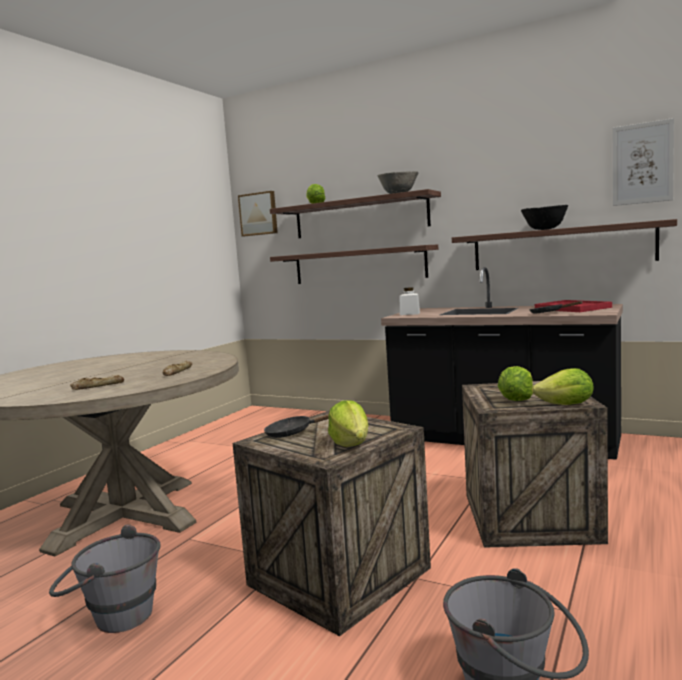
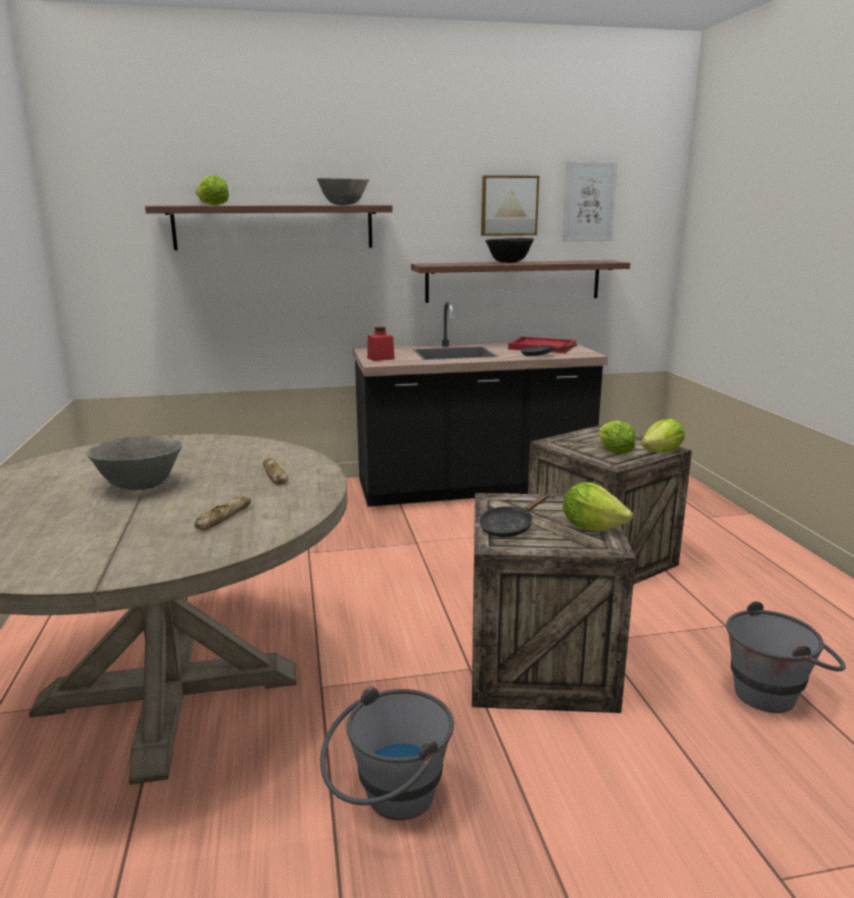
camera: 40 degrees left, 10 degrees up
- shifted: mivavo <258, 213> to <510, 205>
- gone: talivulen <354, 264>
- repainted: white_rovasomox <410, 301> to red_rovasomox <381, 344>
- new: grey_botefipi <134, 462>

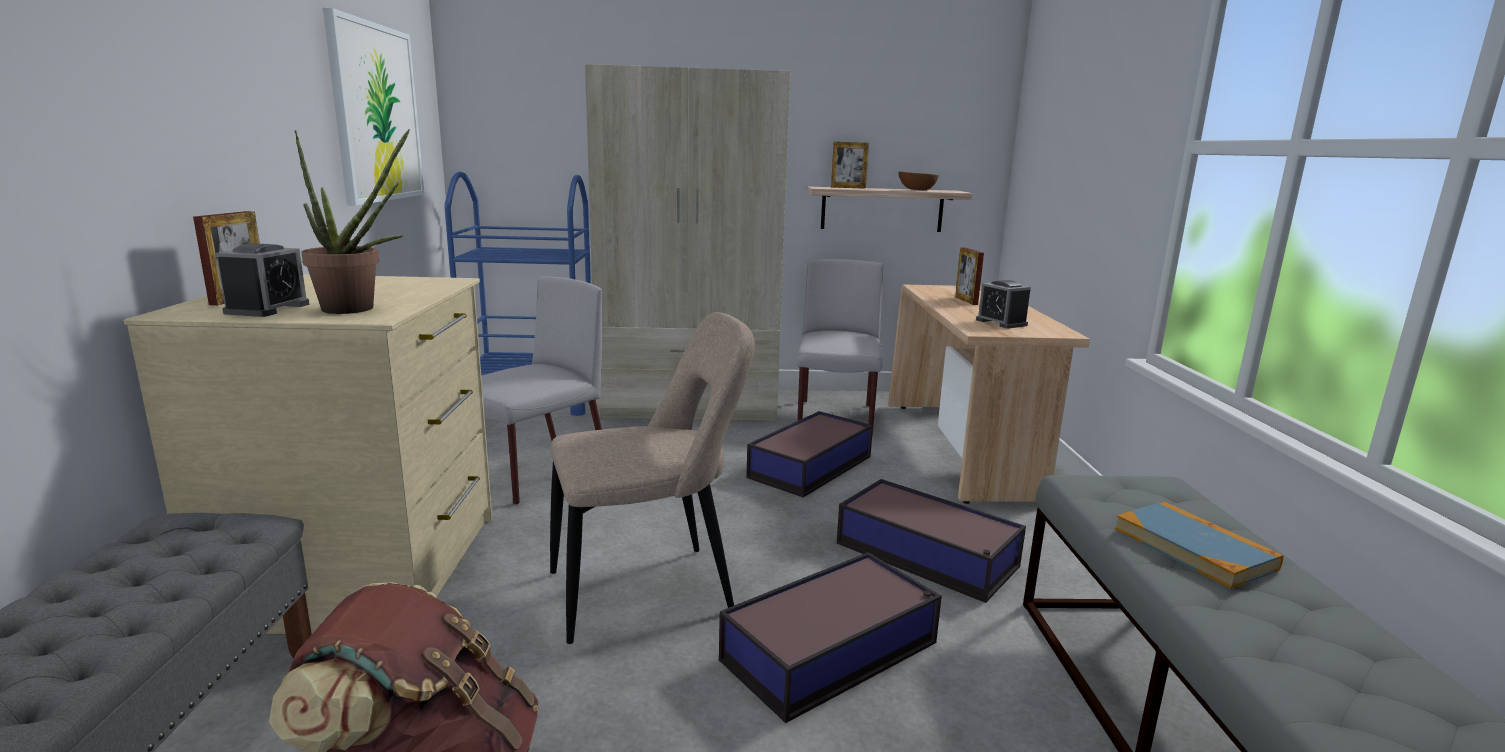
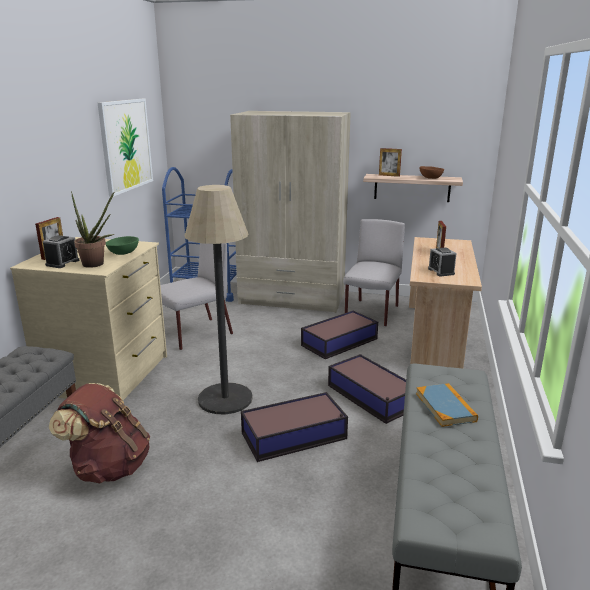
camera: 15 degrees right, 5 degrees up
- swapped: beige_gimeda <652, 478> to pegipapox <219, 299>
- new: green_botefipi <122, 245>

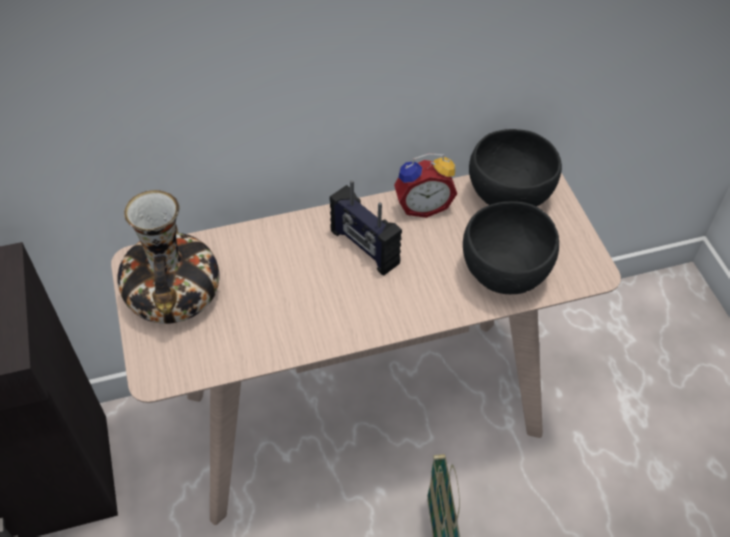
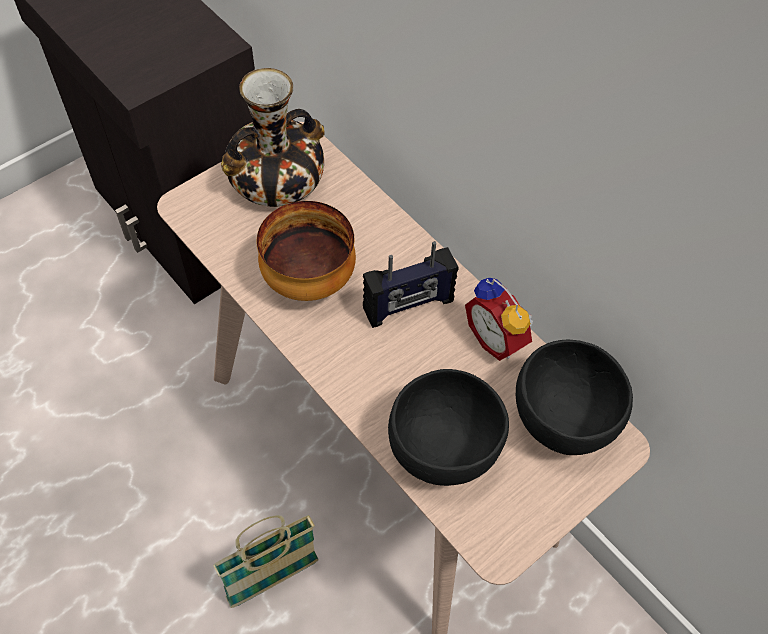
camera: 65 degrees right, 5 degrees up
- rotated: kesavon <366, 228> = <411, 284> 135 degrees counterclockwise
- new: botefipi <306, 251>

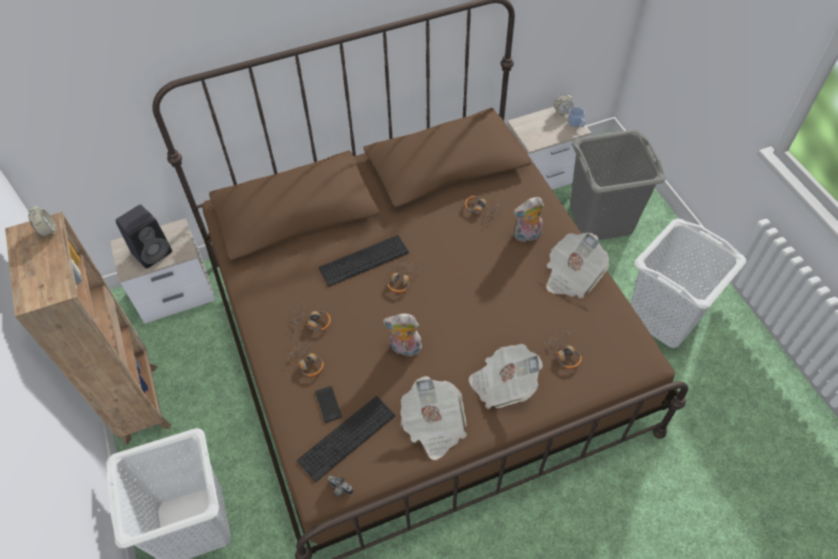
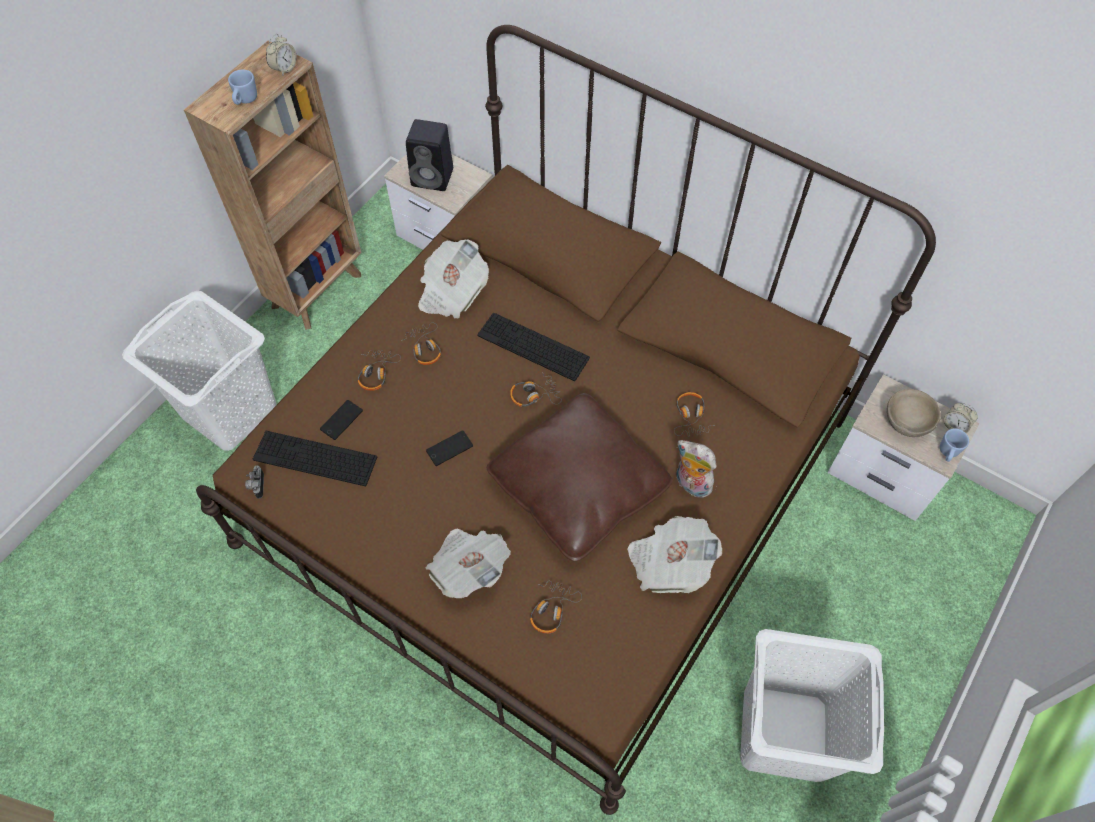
camera: 55 degrees right, 5 degrees up
- gone: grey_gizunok <618, 184>
- swapped: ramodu <402, 336> to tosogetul <449, 448>
- shifted: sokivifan <434, 418> to <453, 278>
- new: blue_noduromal <242, 87>
- new: beige_botefipi <914, 413>
- new: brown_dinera <580, 477>

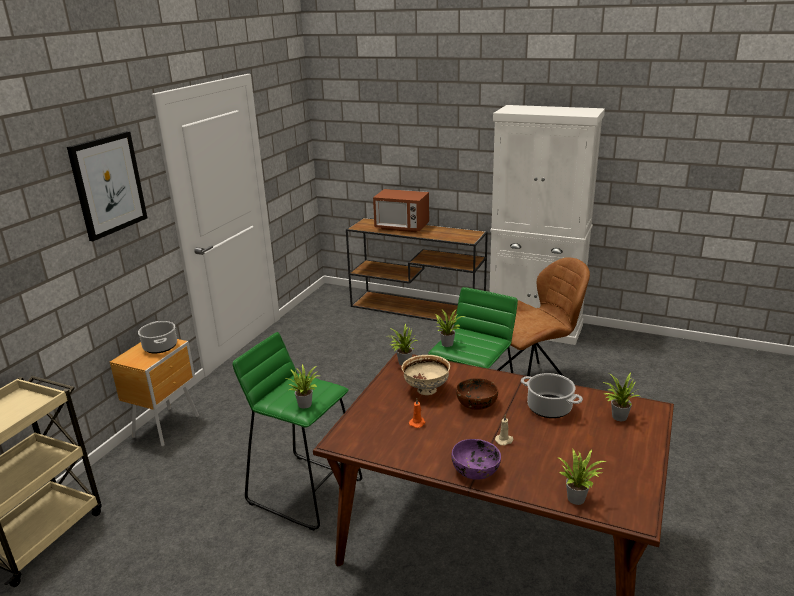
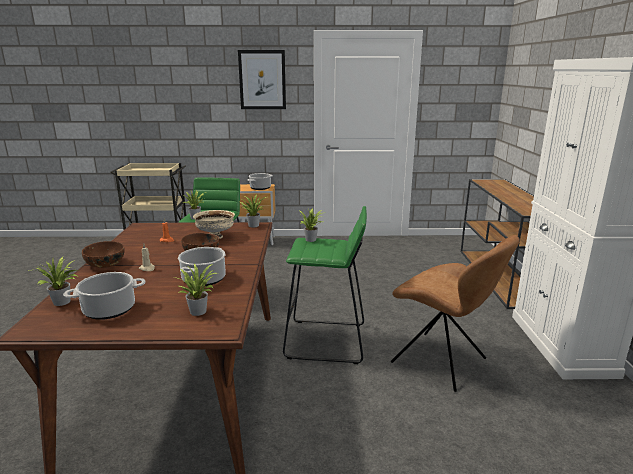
camera: 65 degrees right, 5 degrees down
- gone: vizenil <401, 210>
- repainted: purple_botefipi <476, 459> to brown_botefipi <103, 254>
- new: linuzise <104, 296>

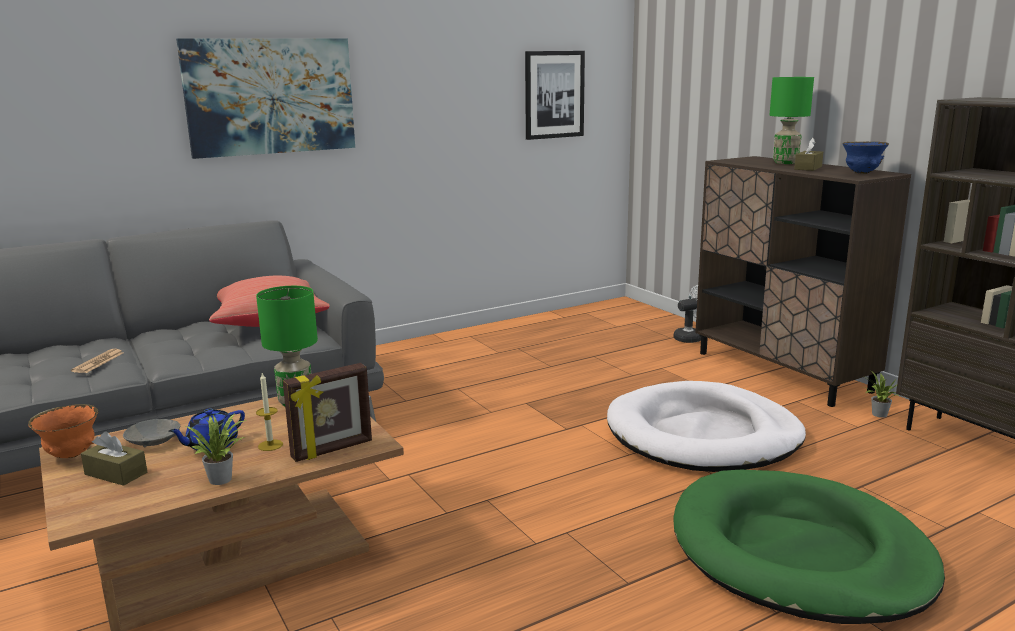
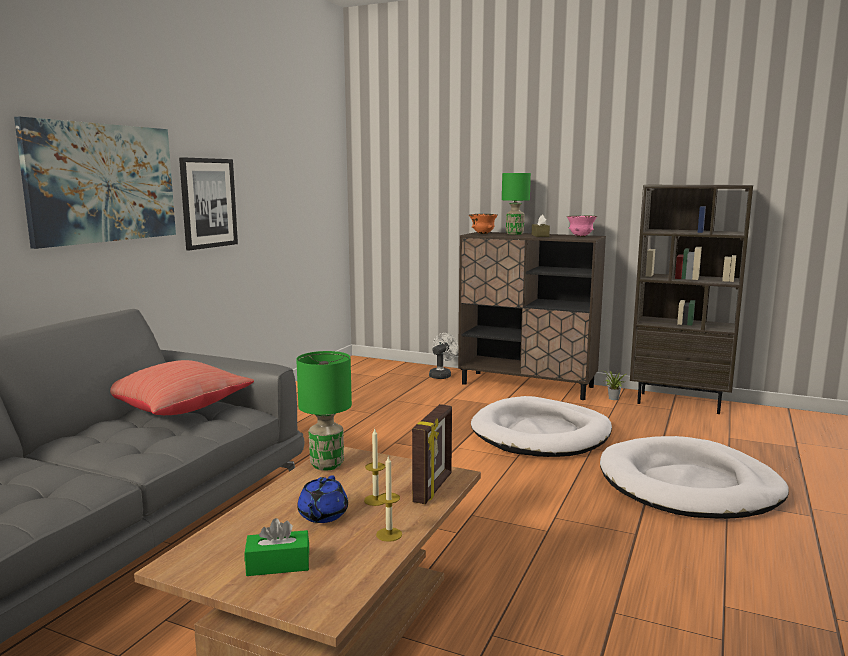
camera: 35 degrees left, 5 degrees down
- shifted: mivavo <555, 95> to <208, 203>
- repainted: blue_botefipi <865, 157> to pink_botefipi <582, 226>
- gone: sokivifan <97, 361>
- shifted: orange_botefipi <63, 431> to <483, 224>
- swapped: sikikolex <216, 449> to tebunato <389, 499>
- gone: grey_botefipi <151, 433>
- repainted: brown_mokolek <114, 458> to green_mokolek <277, 547>
- repainted: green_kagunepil <809, 547> to white_kagunepil <694, 477>

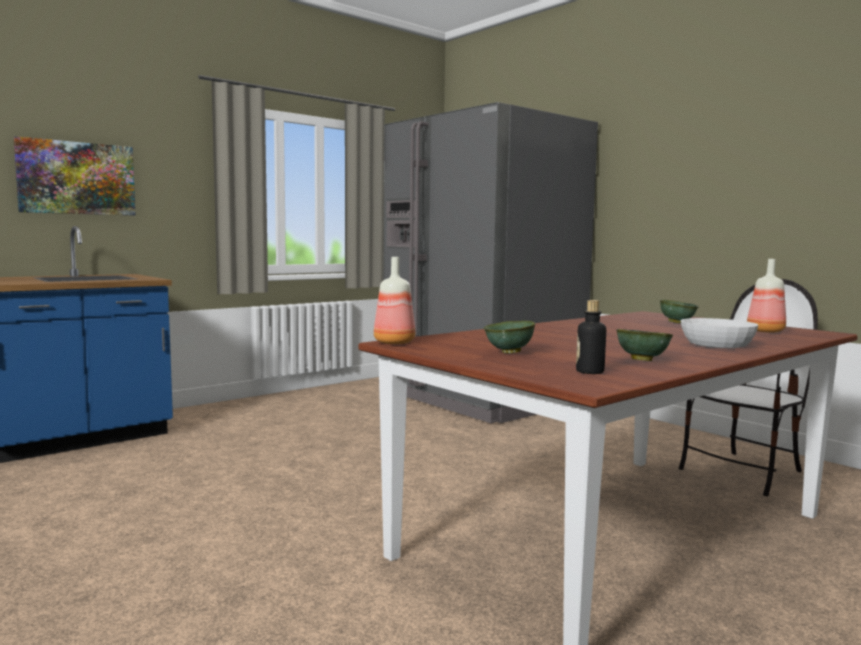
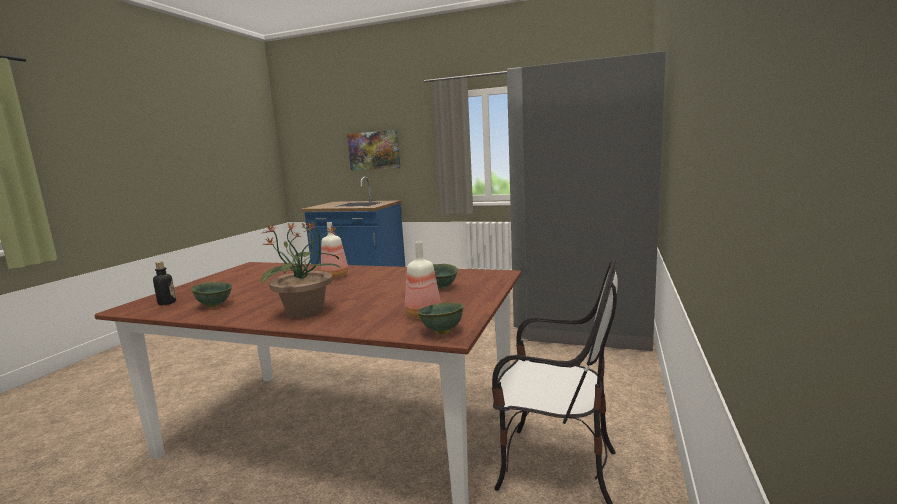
camera: 60 degrees right, 5 degrees up
- shifted: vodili <394, 300> to <335, 250>
- swapped: white_botefipi <719, 333> to sikikolex <300, 269>
- shifted: green_botefipi <509, 337> to <441, 318>

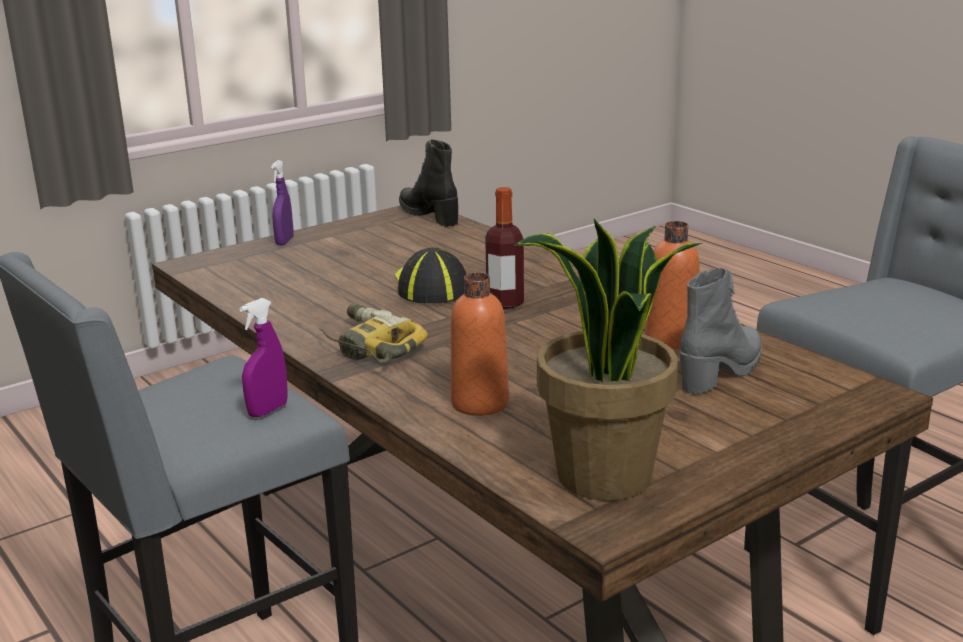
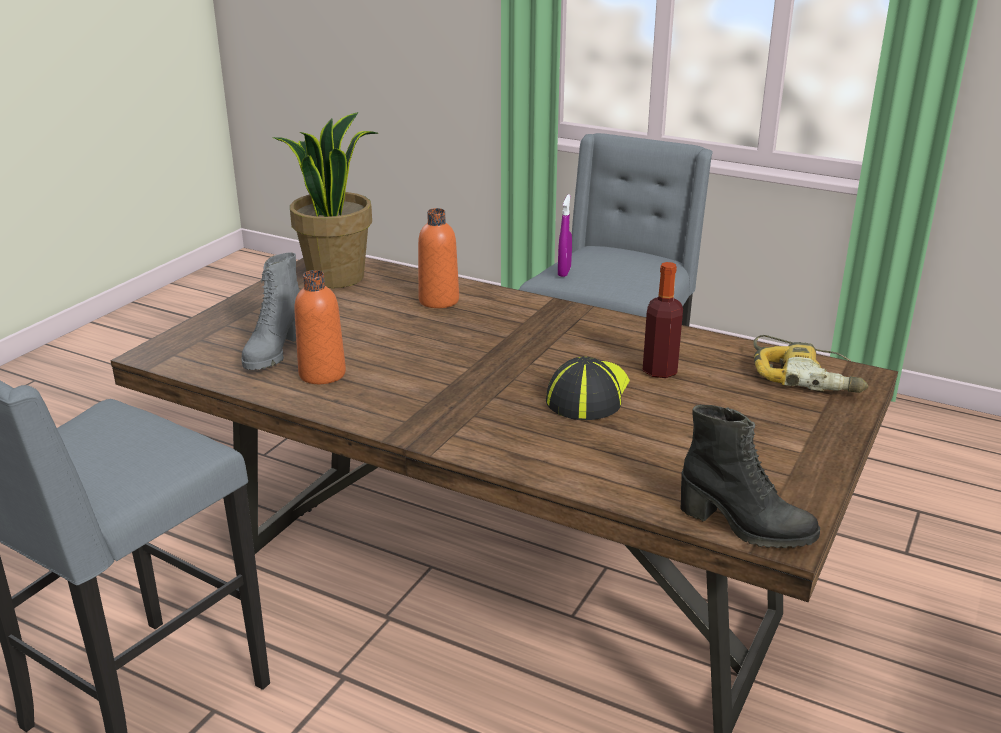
camera: 155 degrees right, 5 degrees up
- gone: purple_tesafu <282, 202>
- shifted: vodili <504, 248> to <663, 320>
- rotated: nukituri <431, 275> = <588, 388> 120 degrees counterclockwise
- shifted: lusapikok <373, 334> to <811, 364>

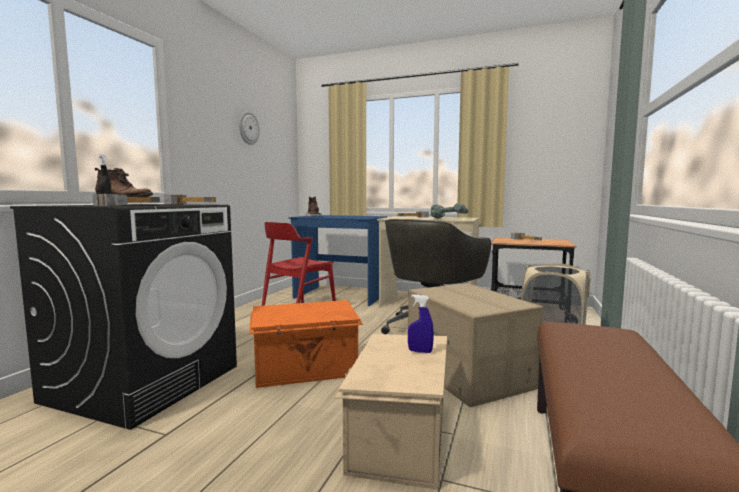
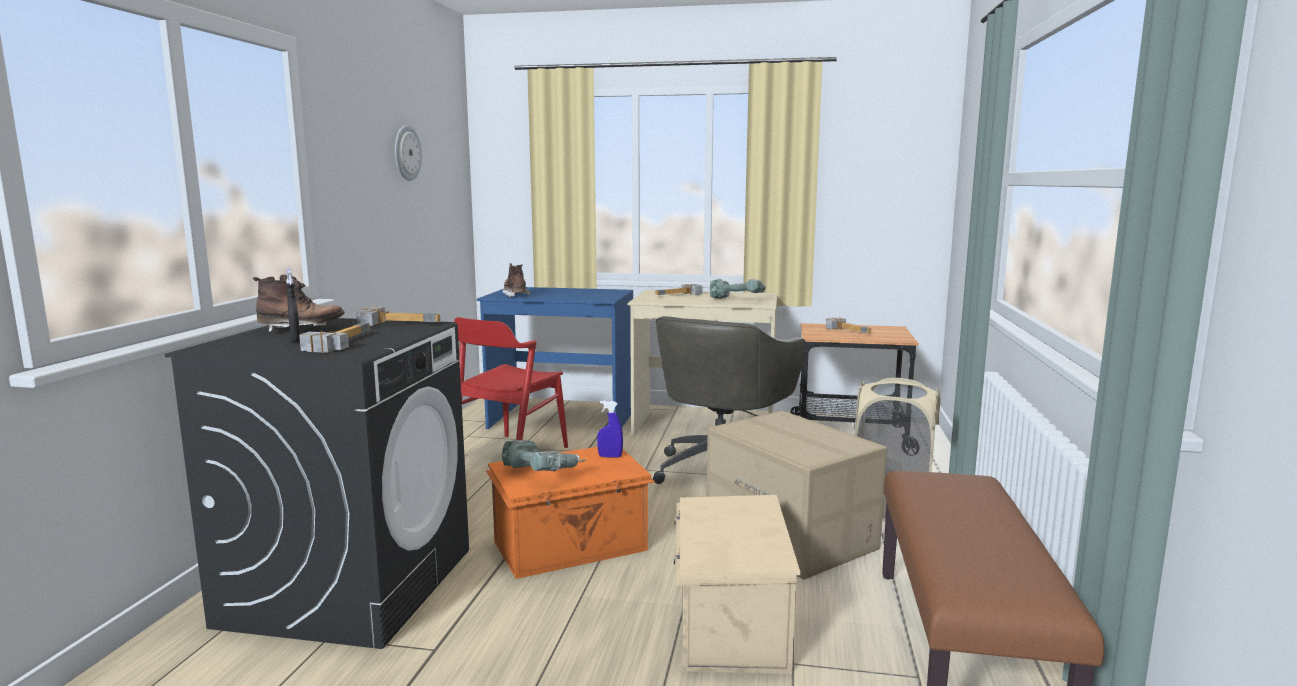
camera: 10 degrees left, 5 degrees up
- shifted: blue_tesafu <421, 323> to <610, 429>
- new: lusapikok <544, 455>

